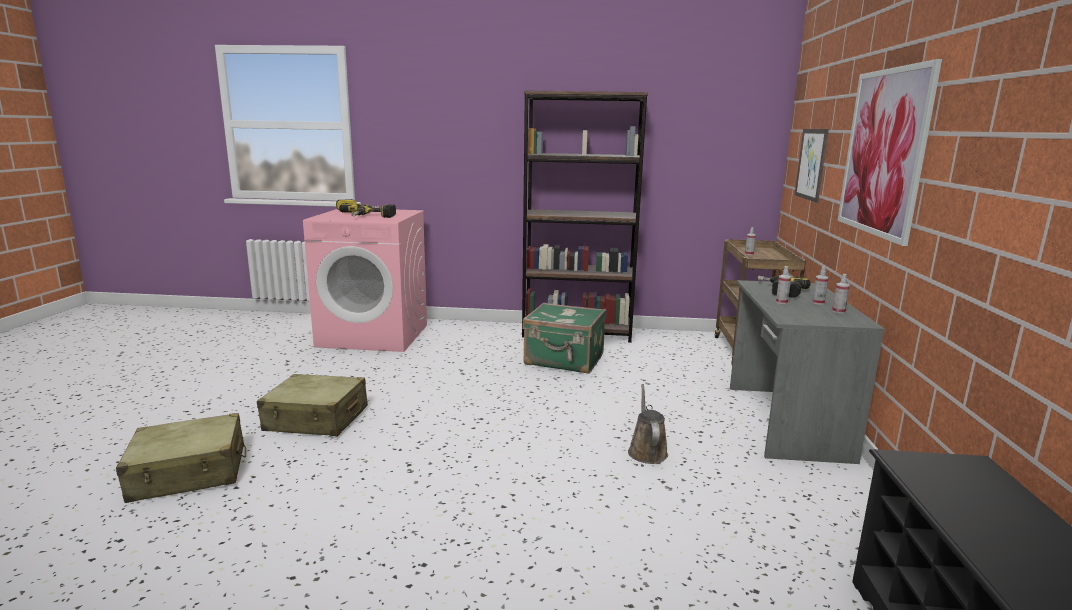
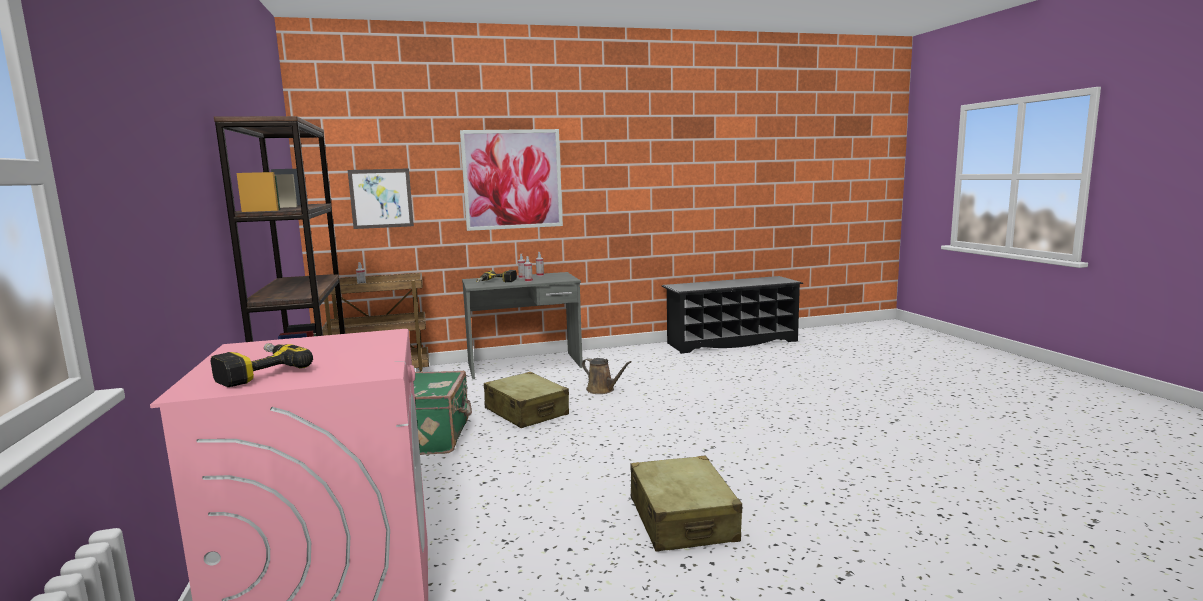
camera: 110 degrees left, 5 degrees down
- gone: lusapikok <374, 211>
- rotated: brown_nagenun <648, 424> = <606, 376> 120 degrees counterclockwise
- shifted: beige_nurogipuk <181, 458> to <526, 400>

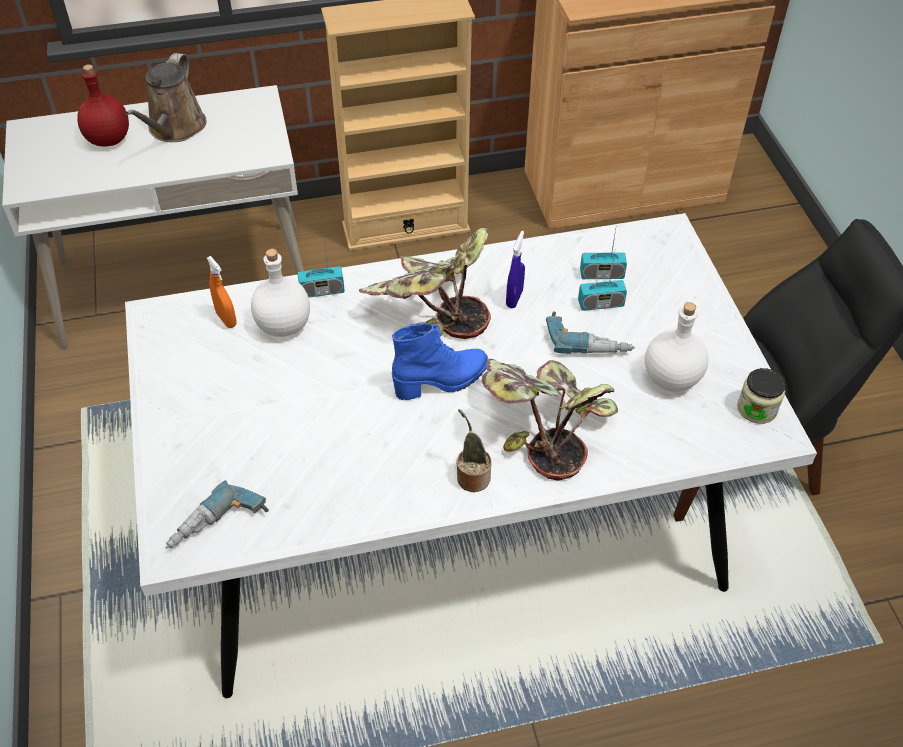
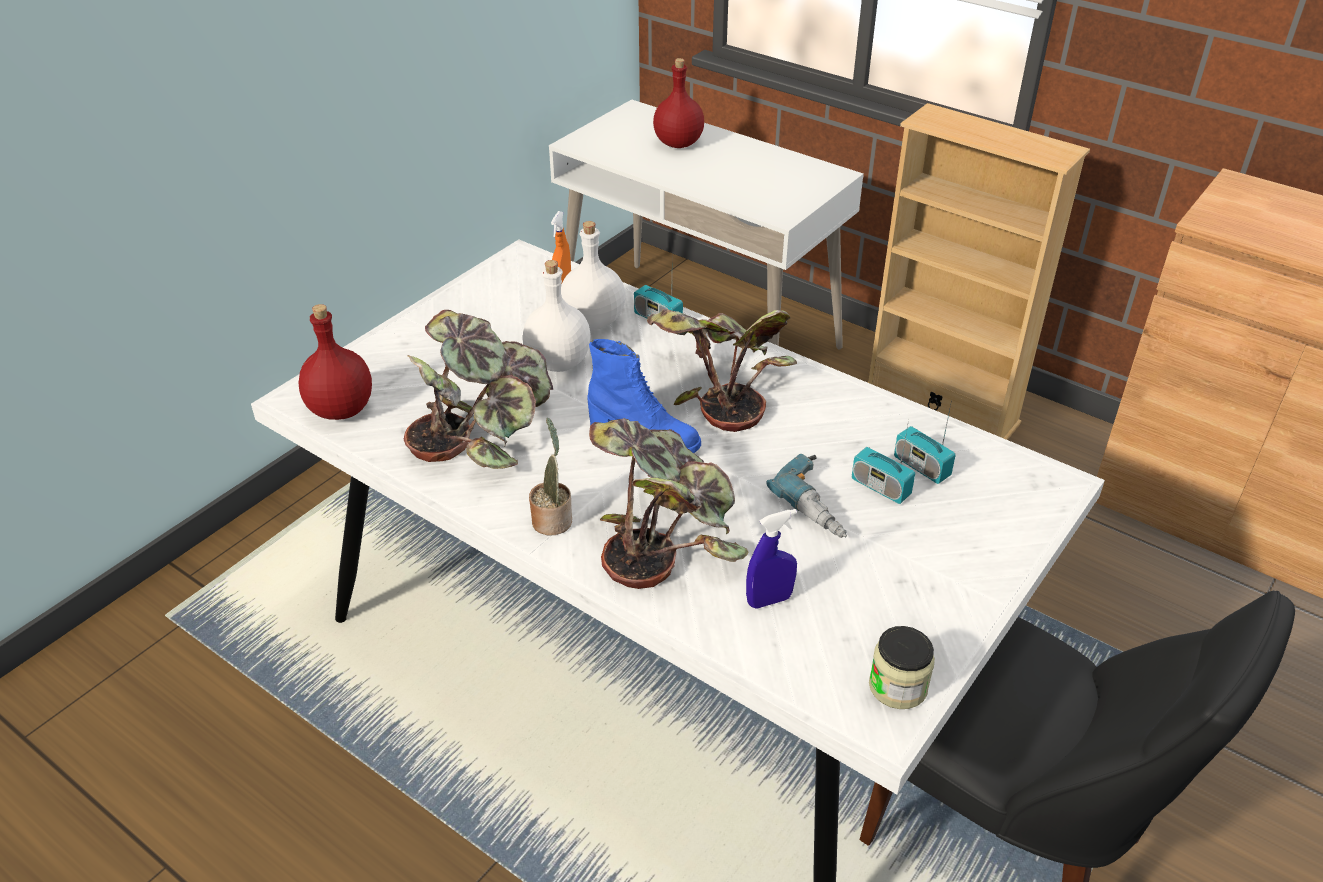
camera: 50 degrees right, 10 degrees down
- gone: brown_nagenun <166, 97>
- shifted: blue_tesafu <515, 269> to <771, 558>
- shifted: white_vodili <677, 347> to <556, 316>
- swapped: lusapikok <217, 514> to red_vodili <335, 362>
- new: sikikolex <478, 389>

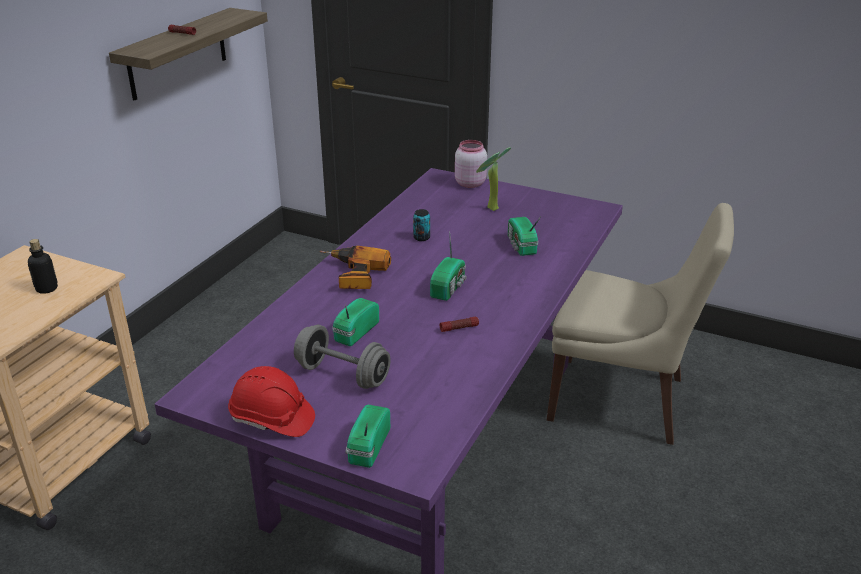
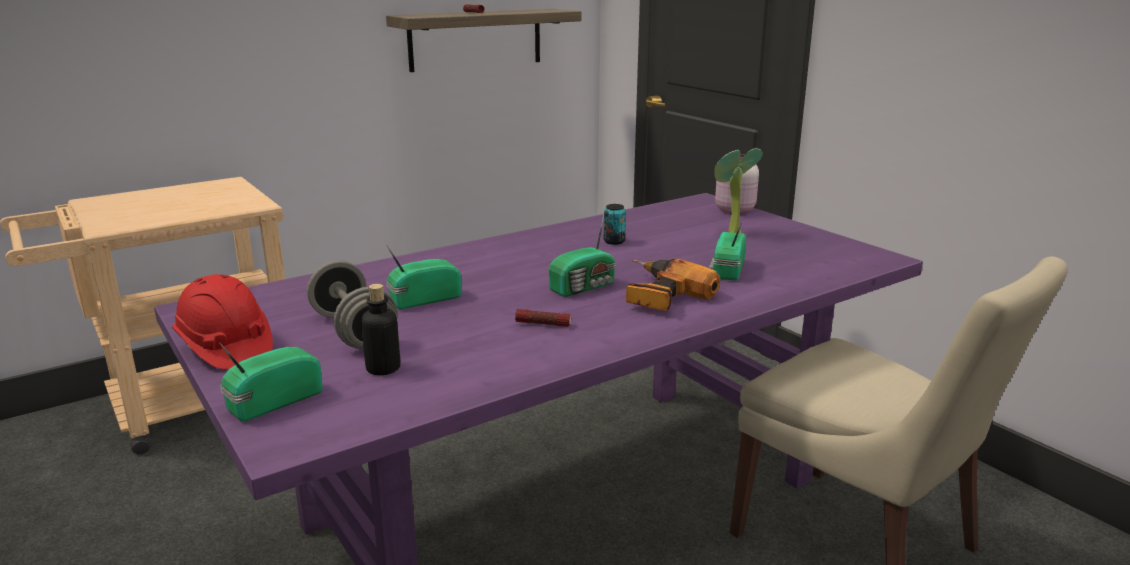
camera: 30 degrees right, 10 degrees down
- shifted: vodili <43, 266> to <380, 329>
- shifted: lusapikok <355, 267> to <673, 285>

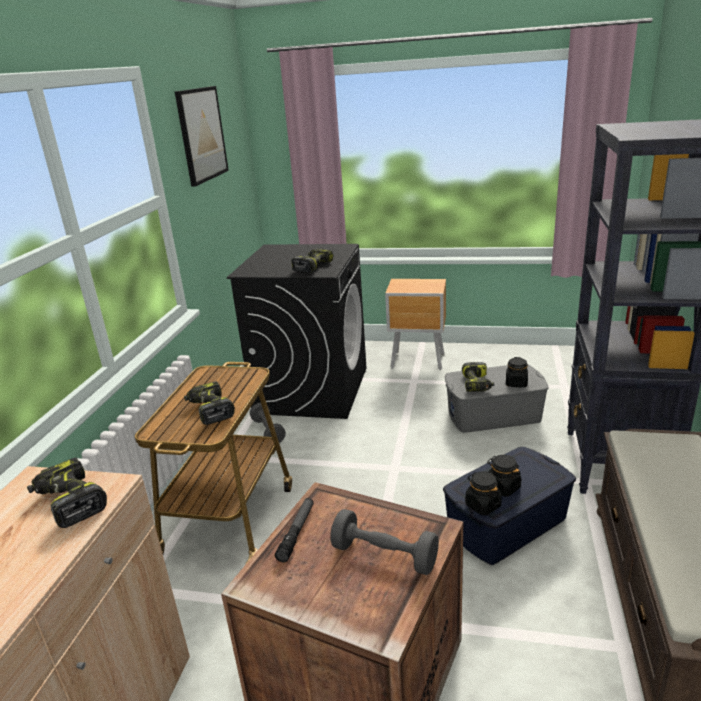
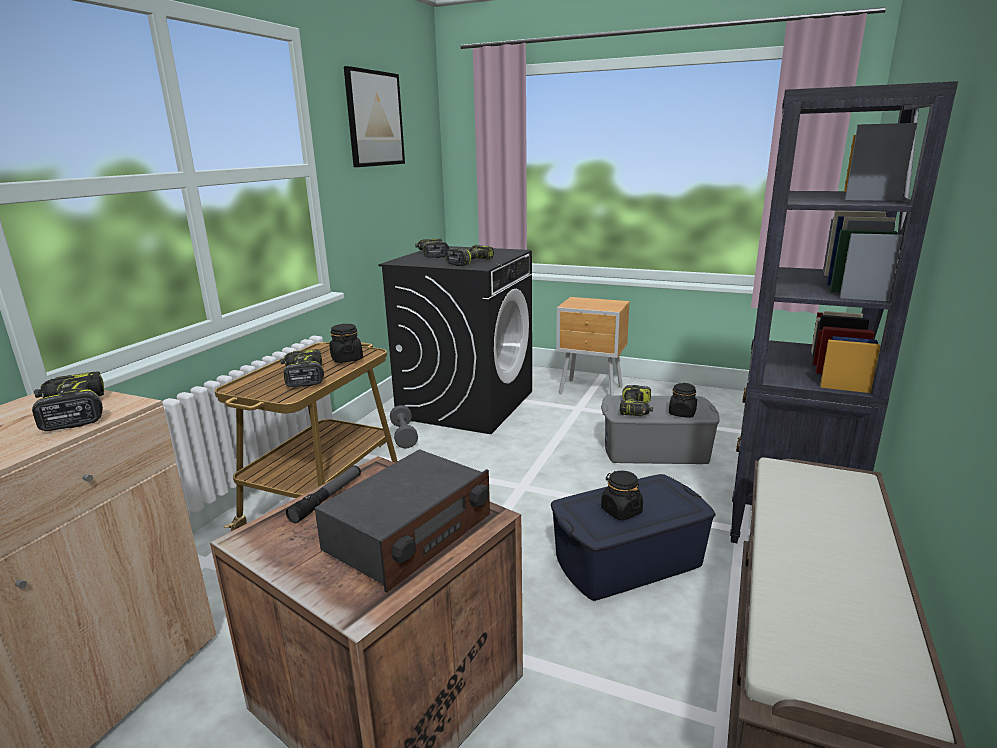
camera: 10 degrees right, 5 degrees down
- shifted: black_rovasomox <483, 493> to <346, 343>
- swapped: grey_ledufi <384, 542> to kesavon <402, 521>
- new: lusapikok <432, 248>

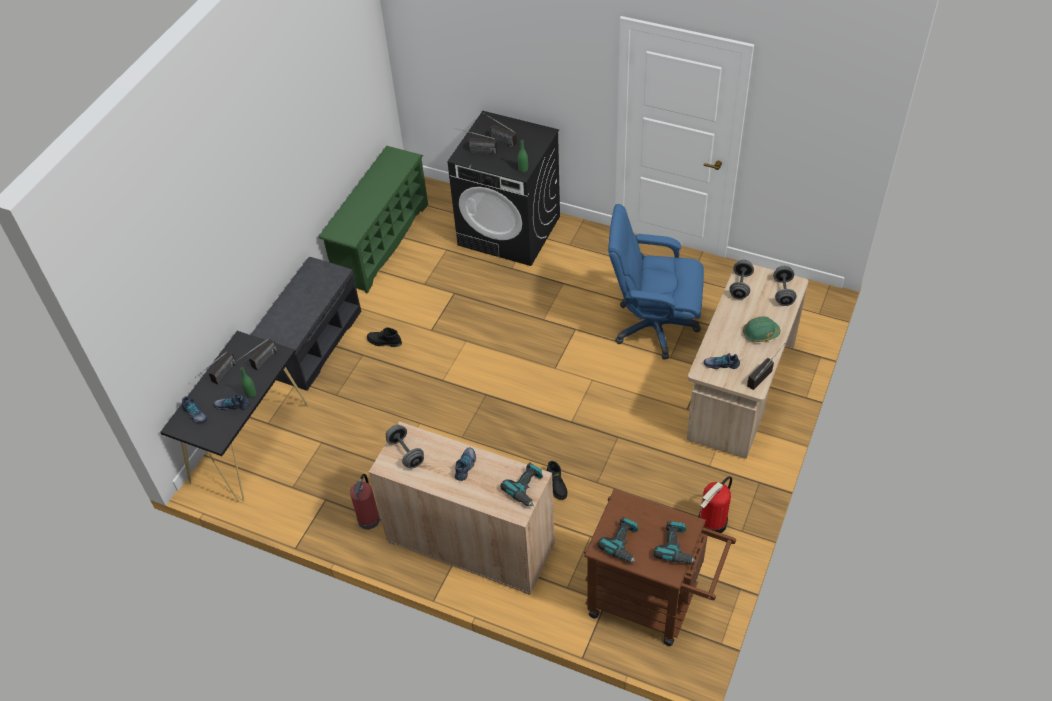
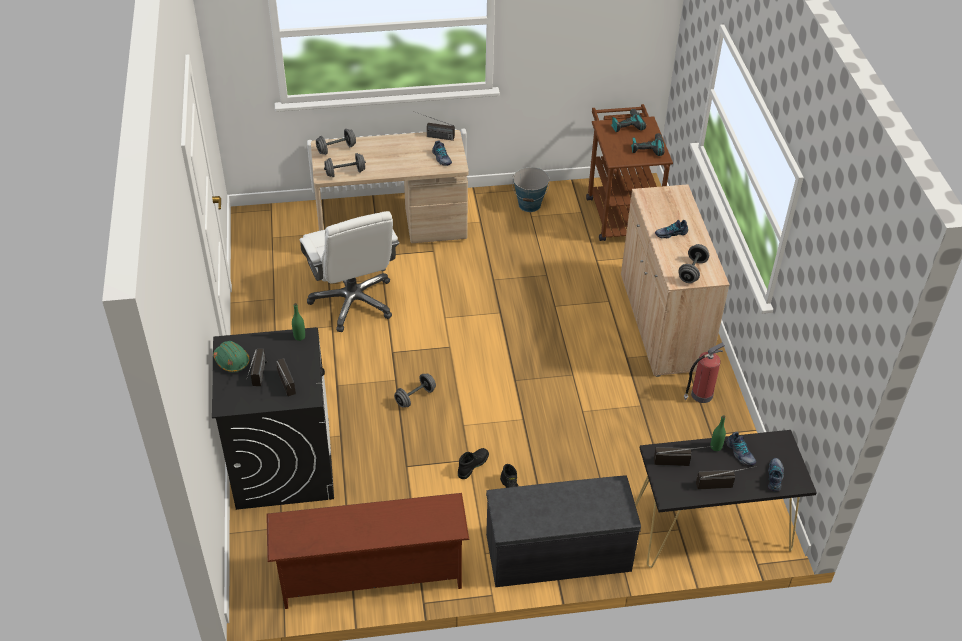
camera: 125 degrees left, 5 degrees down
- repainted: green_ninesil <373, 219> to brown_ninesil <367, 551>
- repainted: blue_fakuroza <656, 282> to white_fakuroza <349, 271>
- shifted: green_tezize <761, 329> to <231, 356>
- shifted: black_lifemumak <556, 480> to <473, 463>
- gone: lusapikok <521, 485>
- swapped: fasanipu <715, 504> to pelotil <531, 189>
- new: grey_ledufi <415, 390>

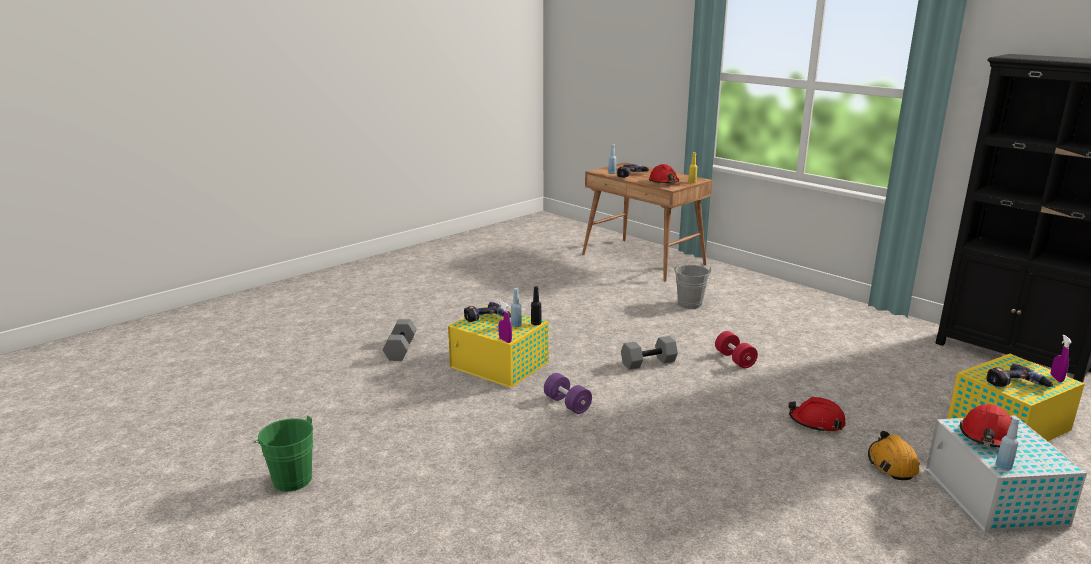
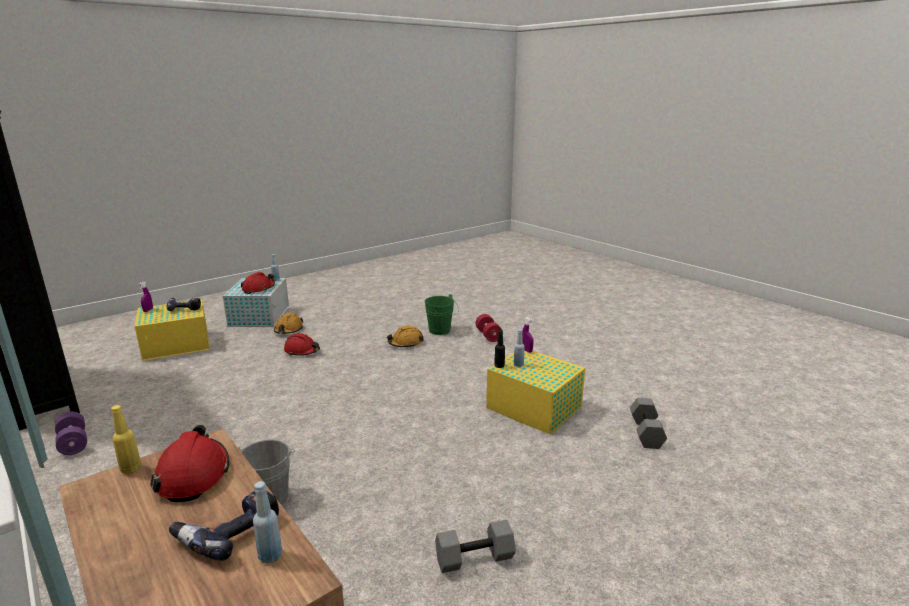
camera: 175 degrees left, 0 degrees up
- gone: lusapikok <487, 312>
- shifted: red_ledufi <736, 349> to <488, 328>
- shifted: grey_ledufi <649, 353> to <475, 546>
- shifted: purple_ledufi <568, 393> to <71, 433>
- shifted: green_pelotil <283, 454> to <441, 314>
- new: orange_tezize <405, 336>

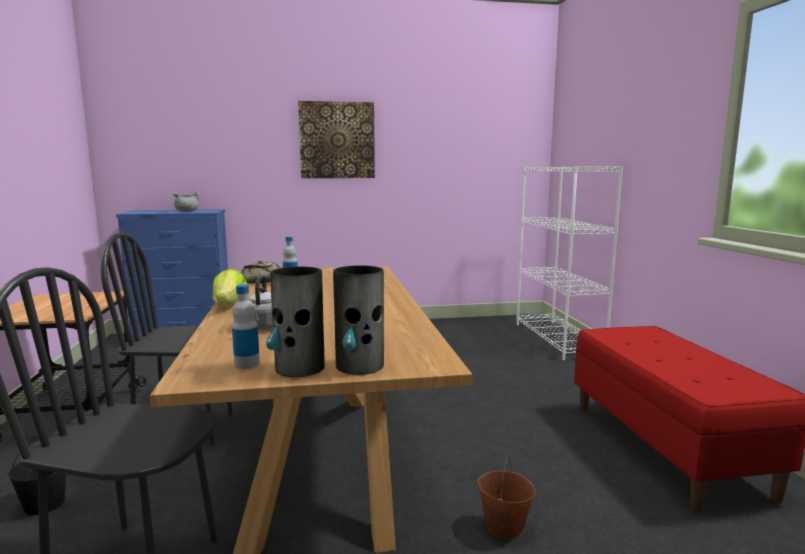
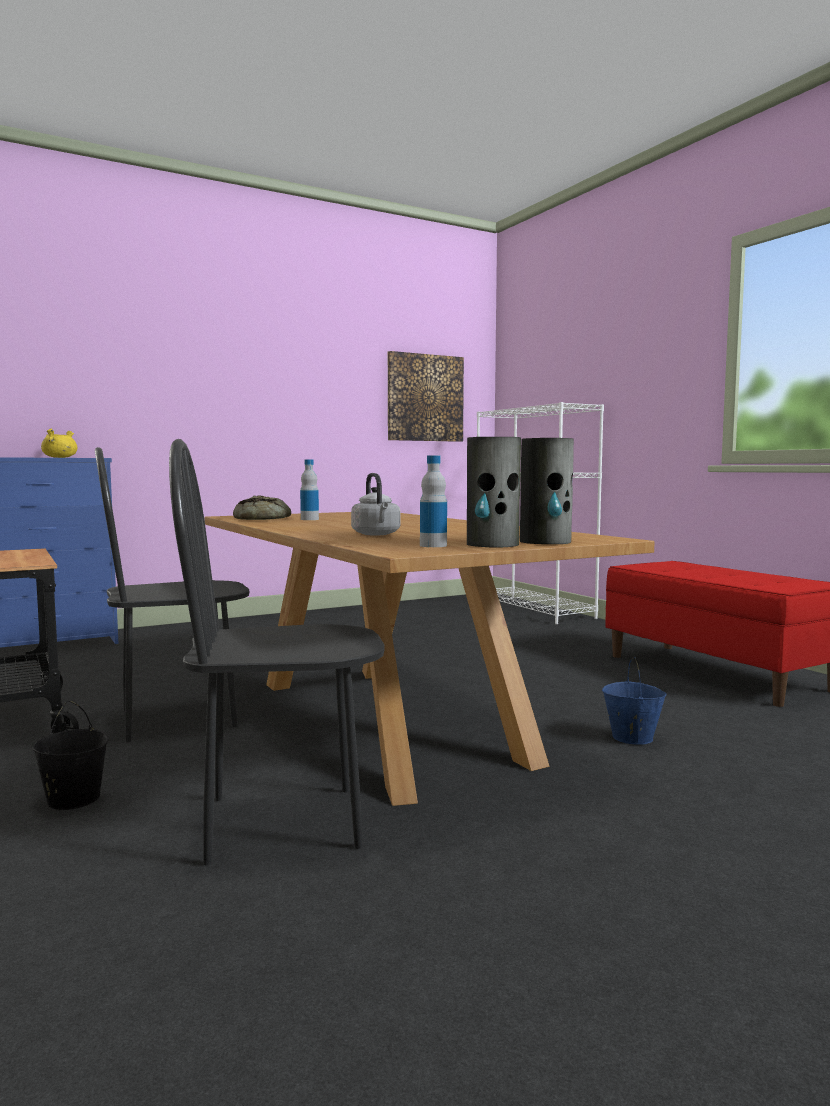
camera: 20 degrees left, 5 degrees down
- shifted: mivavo <336, 139> to <426, 396>
- repainted: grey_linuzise <186, 202> to yellow_linuzise <59, 443>
- gone: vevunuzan <230, 287>
- repainted: brown_pelotil <506, 497> to blue_pelotil <634, 701>

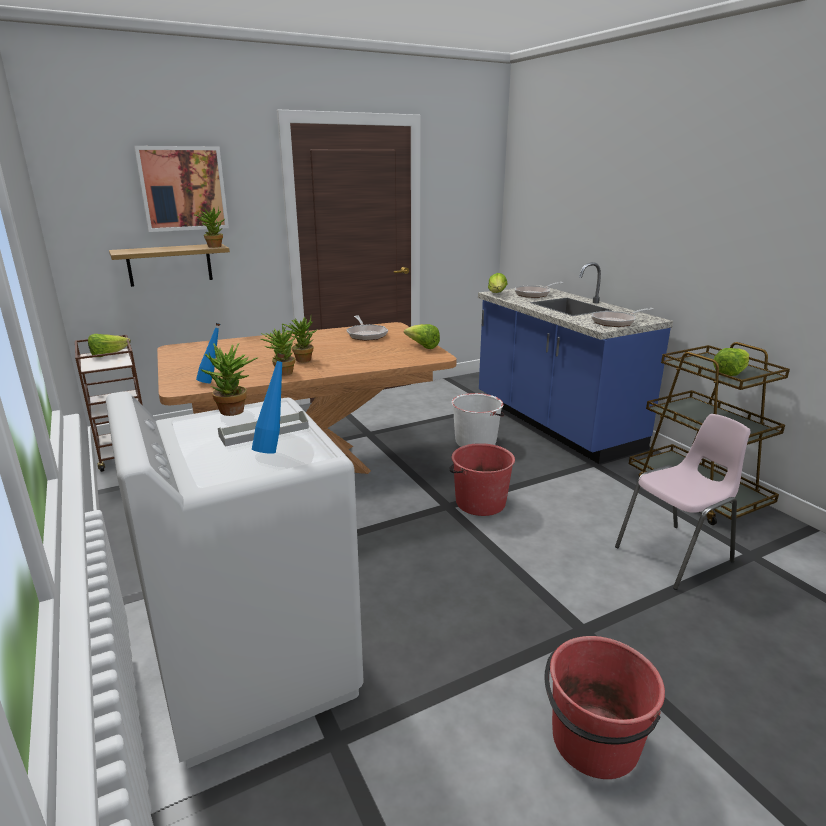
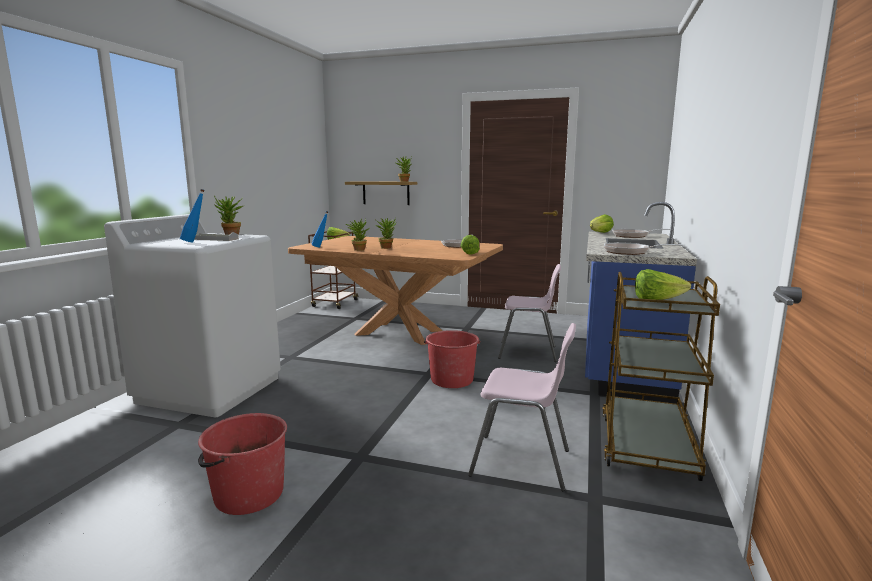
camera: 45 degrees right, 10 degrees down
- gone: mivavo <181, 189>
- swapped: white_pelotil <478, 420> to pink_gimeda <529, 313>

